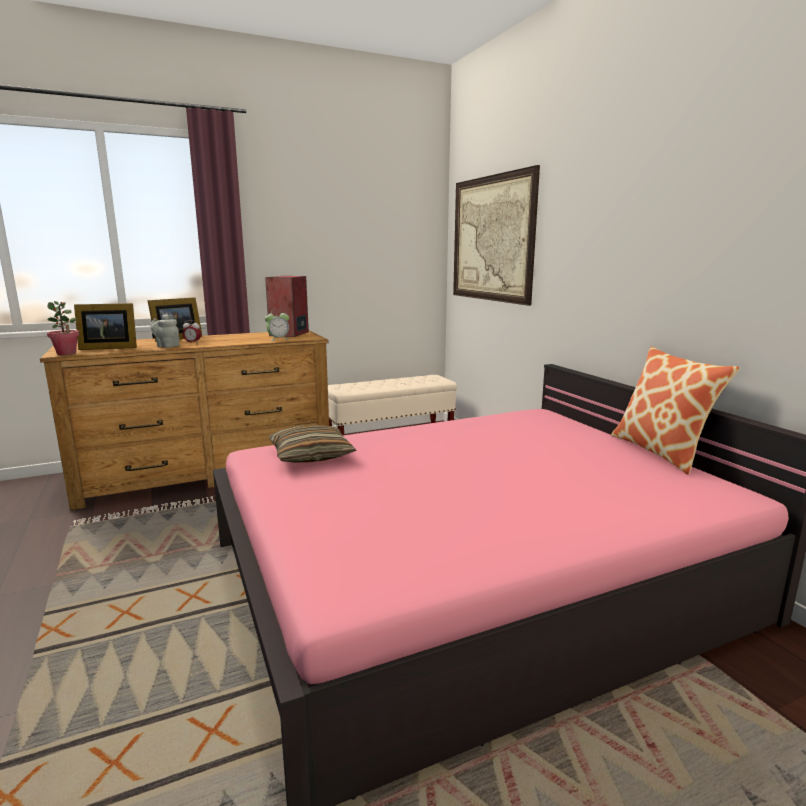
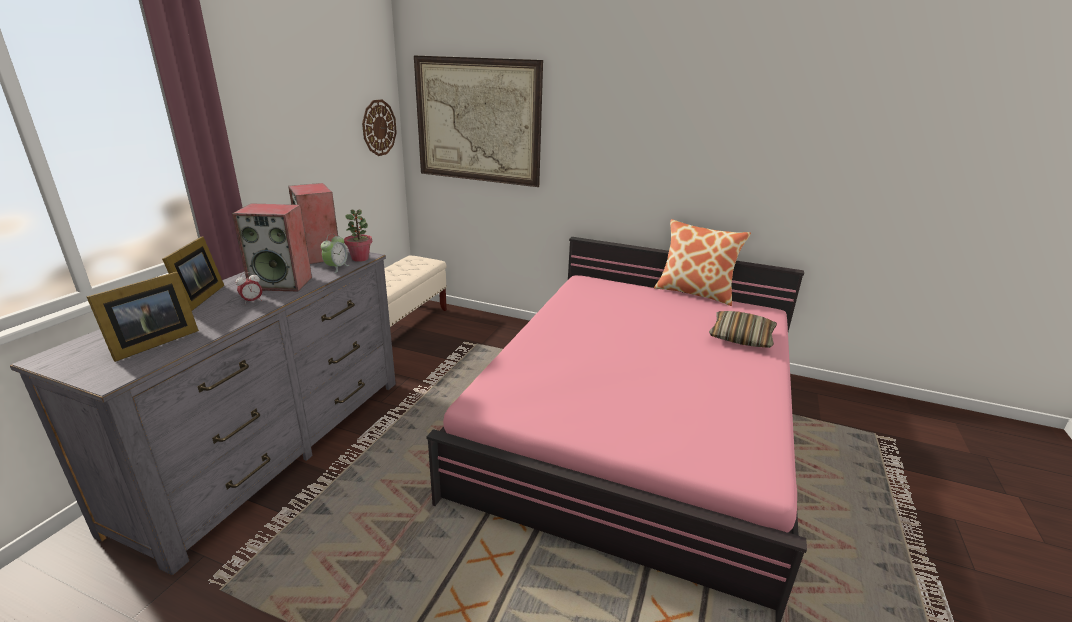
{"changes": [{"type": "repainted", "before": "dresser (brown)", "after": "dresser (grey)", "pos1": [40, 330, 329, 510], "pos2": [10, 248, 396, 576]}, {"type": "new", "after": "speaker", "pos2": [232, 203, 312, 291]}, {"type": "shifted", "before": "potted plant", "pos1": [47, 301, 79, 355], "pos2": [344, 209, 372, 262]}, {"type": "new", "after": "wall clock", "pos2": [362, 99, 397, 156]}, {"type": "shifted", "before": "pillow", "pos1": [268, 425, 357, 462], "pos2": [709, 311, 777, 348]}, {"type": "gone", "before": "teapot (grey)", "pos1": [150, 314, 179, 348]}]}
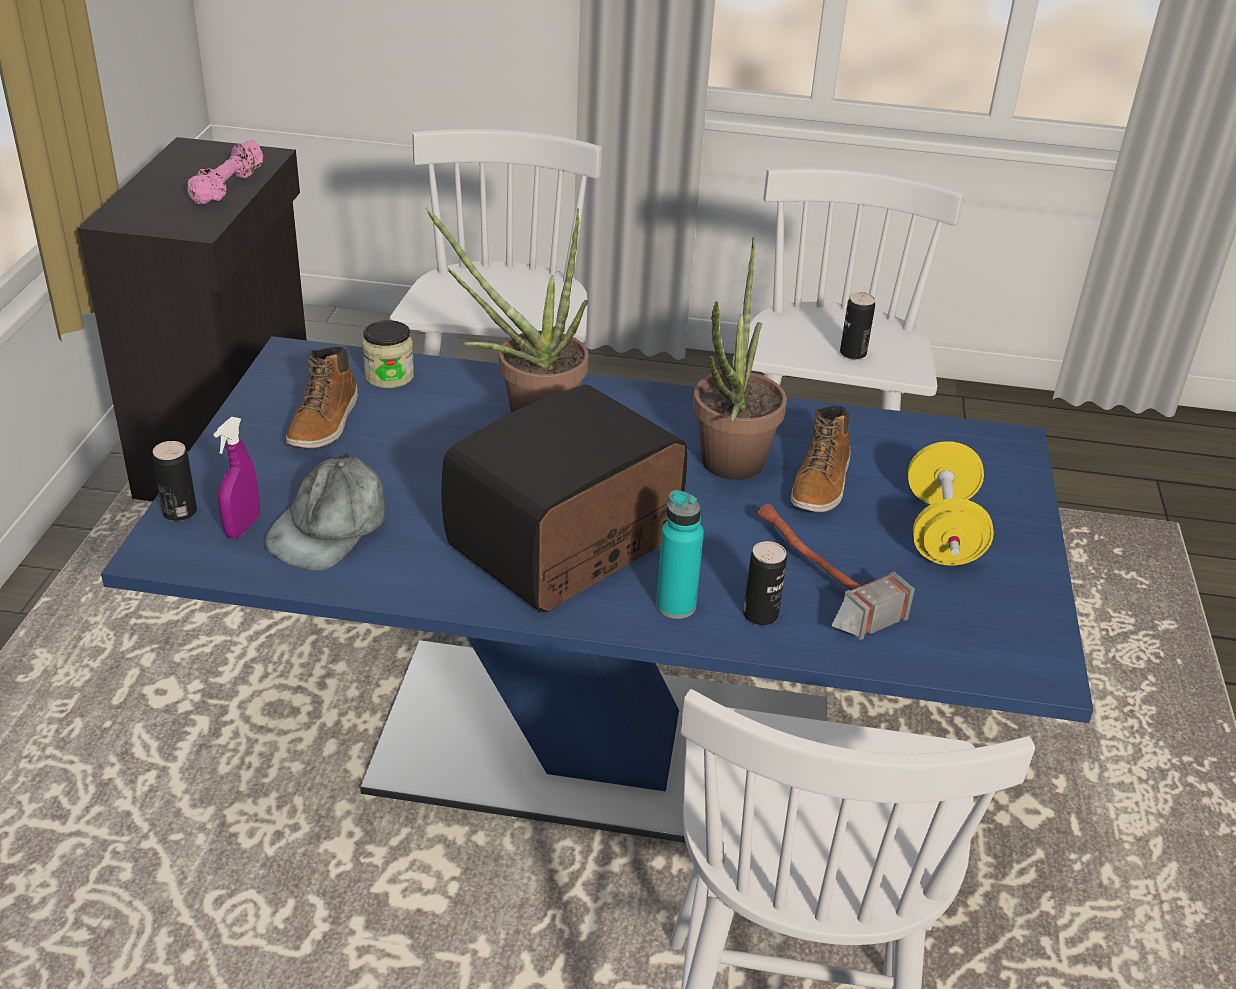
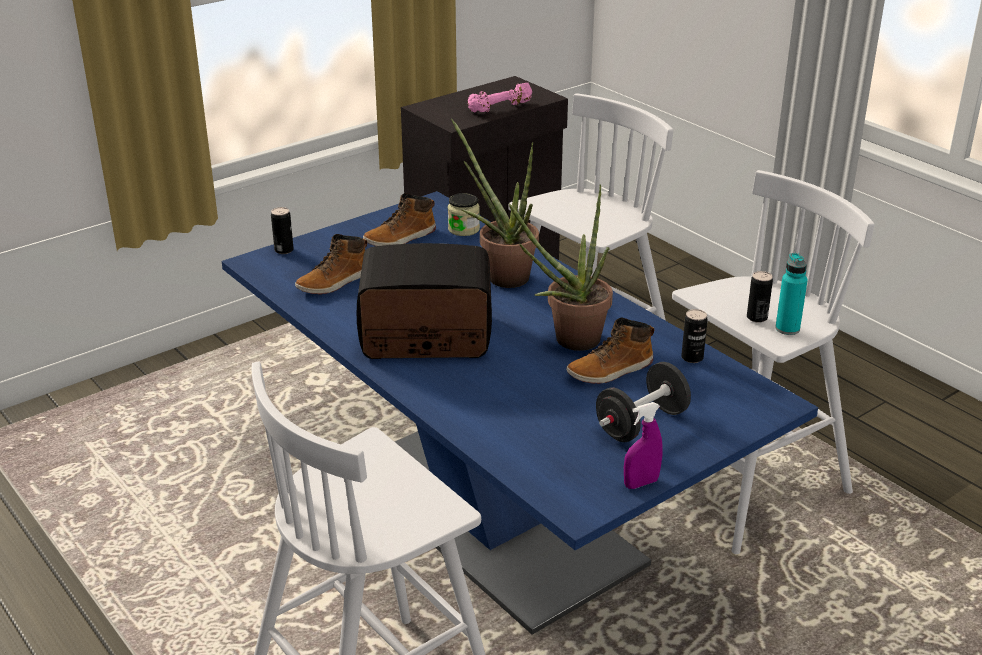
{"changes": [{"type": "swapped", "before": "cap (grey)", "after": "boot", "pos1": [264, 453, 385, 571], "pos2": [295, 234, 367, 294]}, {"type": "repainted", "before": "dumbbell (yellow)", "after": "dumbbell (black)", "pos1": [908, 441, 994, 566], "pos2": [596, 362, 691, 442]}, {"type": "shifted", "before": "spray bottle (purple)", "pos1": [214, 417, 260, 538], "pos2": [624, 402, 663, 489]}, {"type": "shifted", "before": "can", "pos1": [743, 541, 787, 625], "pos2": [681, 309, 708, 363]}, {"type": "shifted", "before": "bottle (turquoise)", "pos1": [656, 490, 704, 619], "pos2": [775, 253, 808, 335]}, {"type": "gone", "before": "hammer", "pos1": [757, 504, 915, 640]}]}
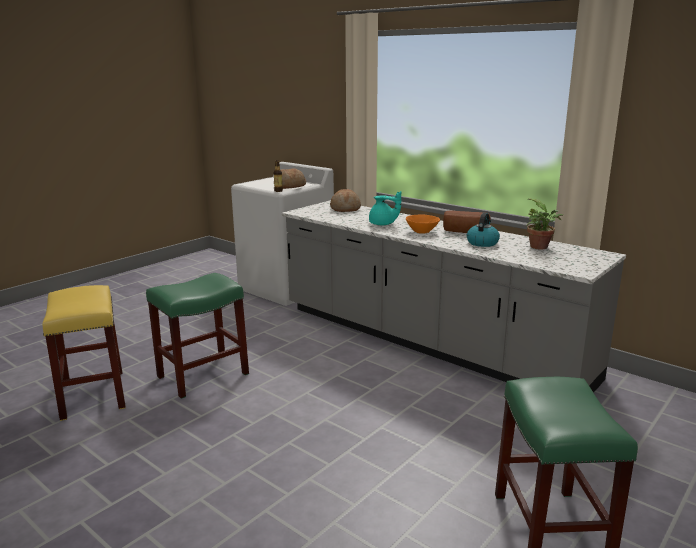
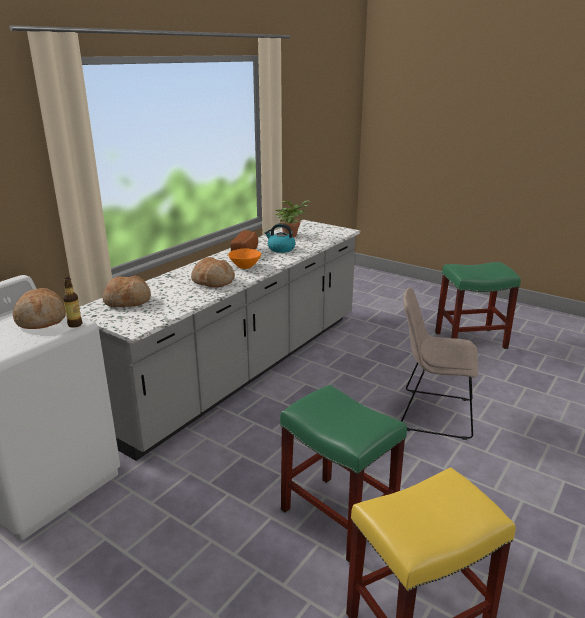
{"changes": [{"type": "swapped", "before": "teapot (turquoise)", "after": "bread", "pos1": [369, 191, 401, 225], "pos2": [191, 257, 235, 288]}, {"type": "new", "after": "chair (beige)", "pos2": [401, 287, 478, 440]}]}
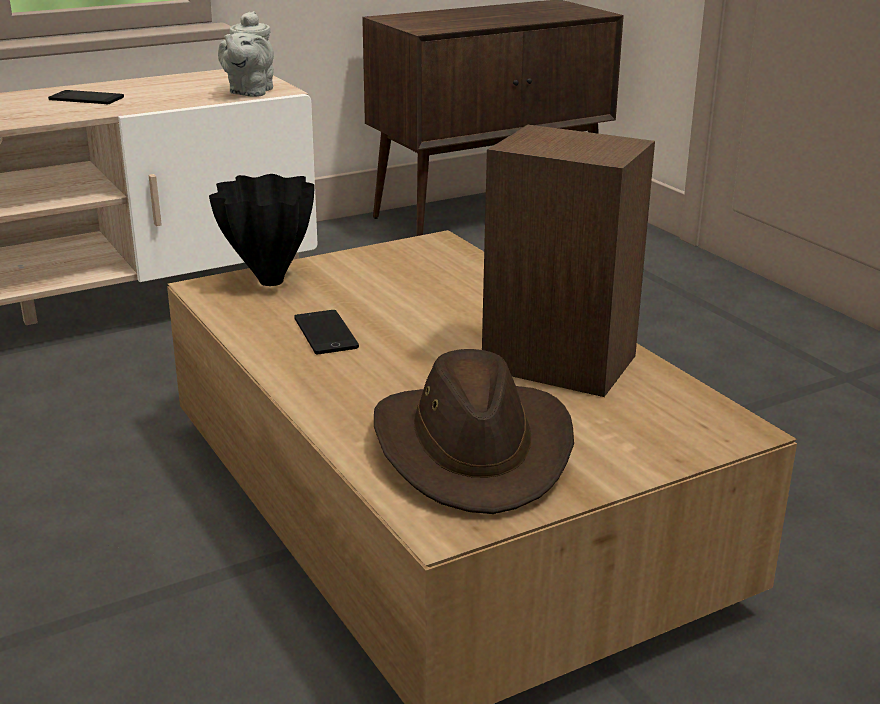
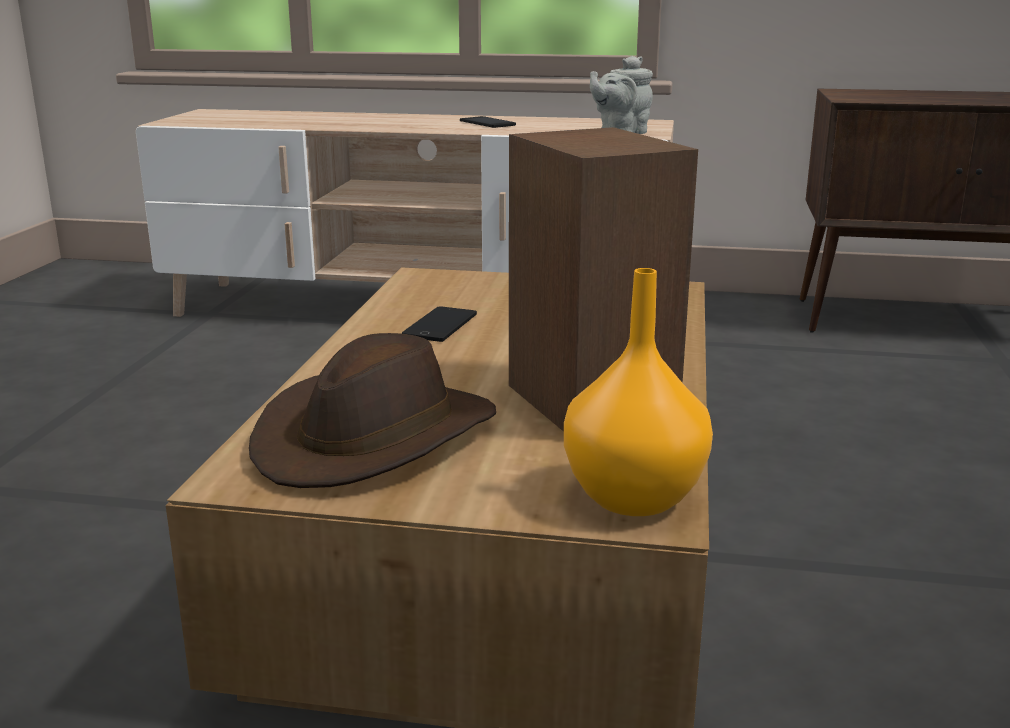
{"changes": [{"type": "new", "after": "vase (orange)", "pos2": [564, 268, 713, 516]}, {"type": "gone", "before": "vase (black)", "pos1": [209, 174, 315, 286]}]}
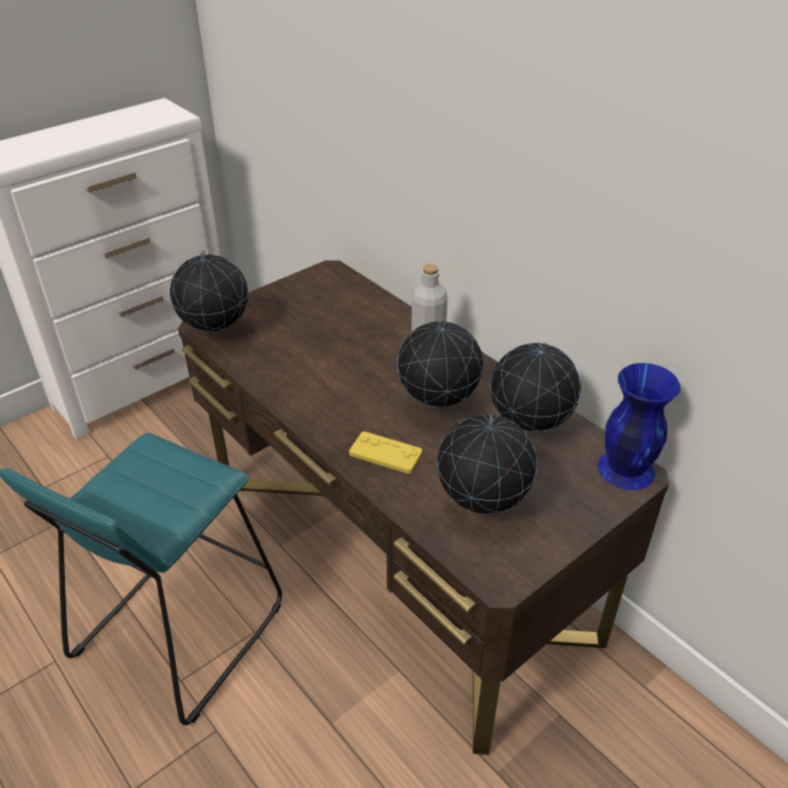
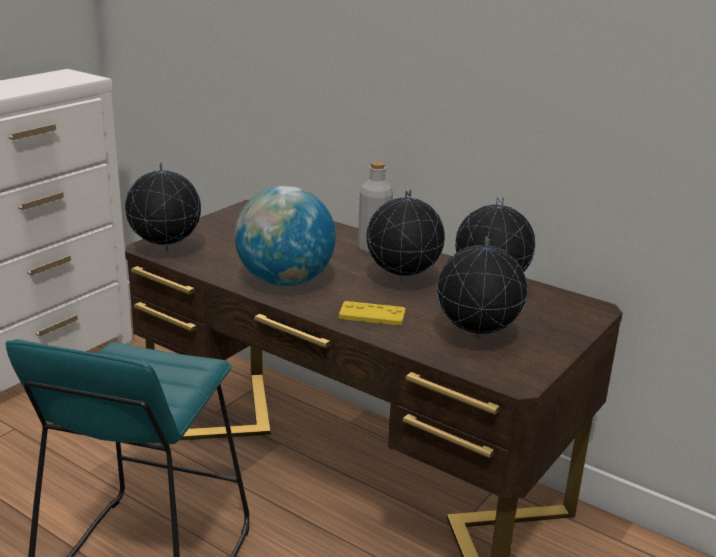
{"changes": [{"type": "new", "after": "globe", "pos2": [235, 186, 336, 287]}, {"type": "gone", "before": "vase (blue)", "pos1": [598, 363, 681, 490]}]}
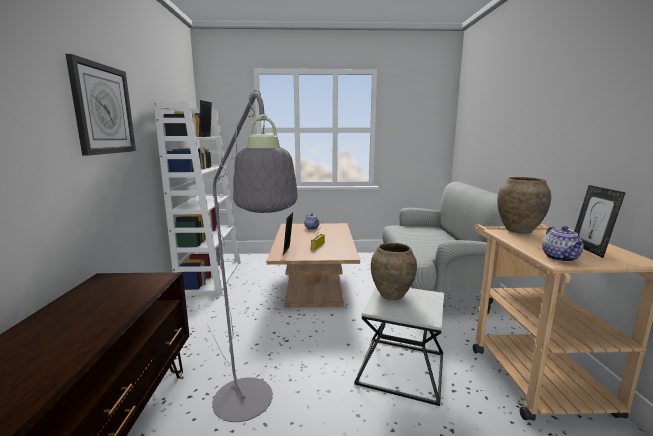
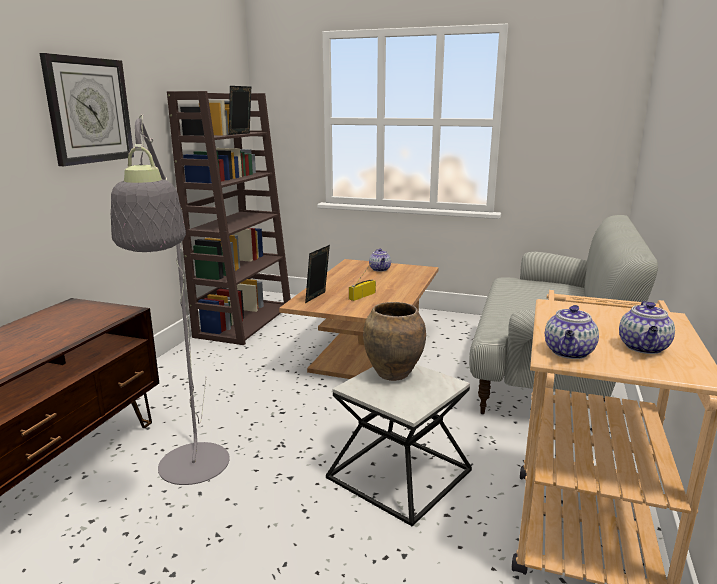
{"changes": [{"type": "repainted", "before": "bookcase (white)", "after": "bookcase (brown)", "pos1": [153, 101, 241, 295], "pos2": [167, 91, 291, 345]}, {"type": "swapped", "before": "picture frame", "after": "teapot", "pos1": [574, 185, 626, 258], "pos2": [619, 301, 675, 354]}, {"type": "gone", "before": "vase (brown)", "pos1": [497, 177, 551, 234]}]}
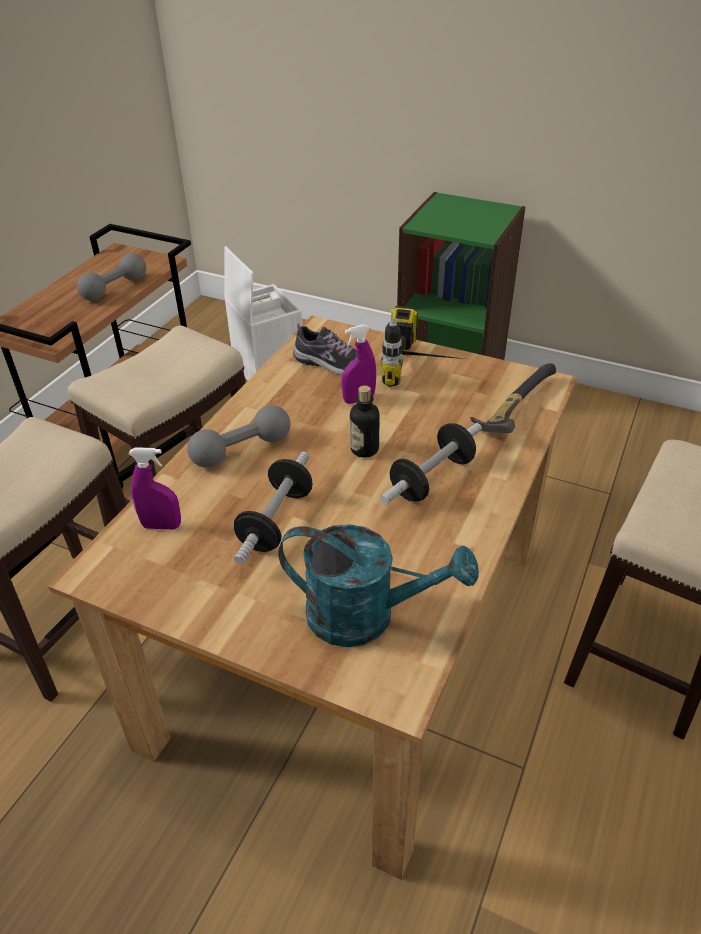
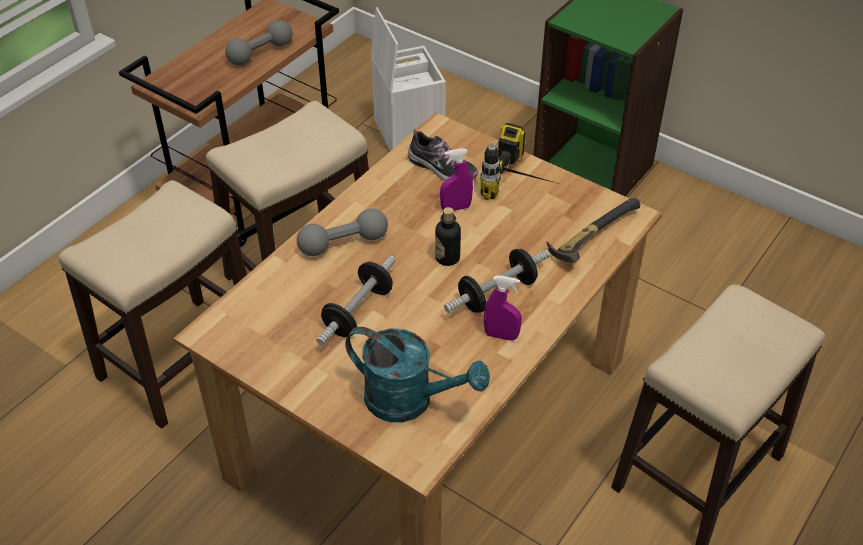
{"changes": [{"type": "shifted", "before": "spray bottle (purple)", "pos1": [128, 447, 181, 530], "pos2": [484, 275, 522, 341]}]}
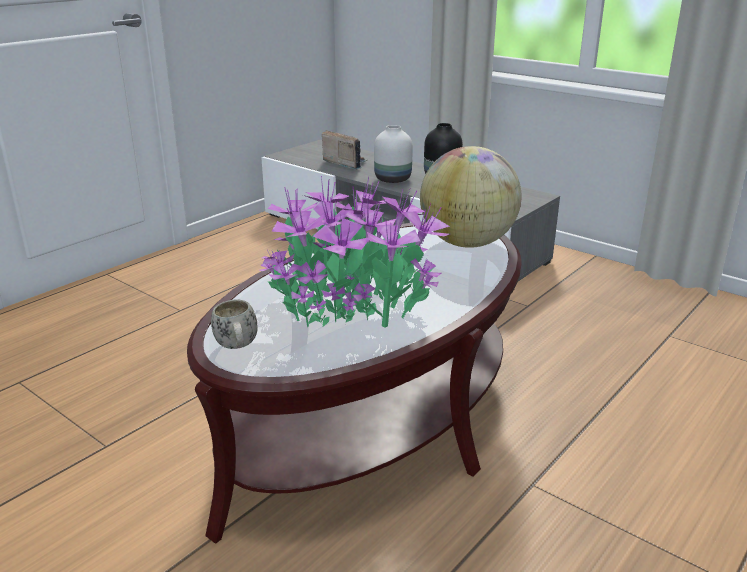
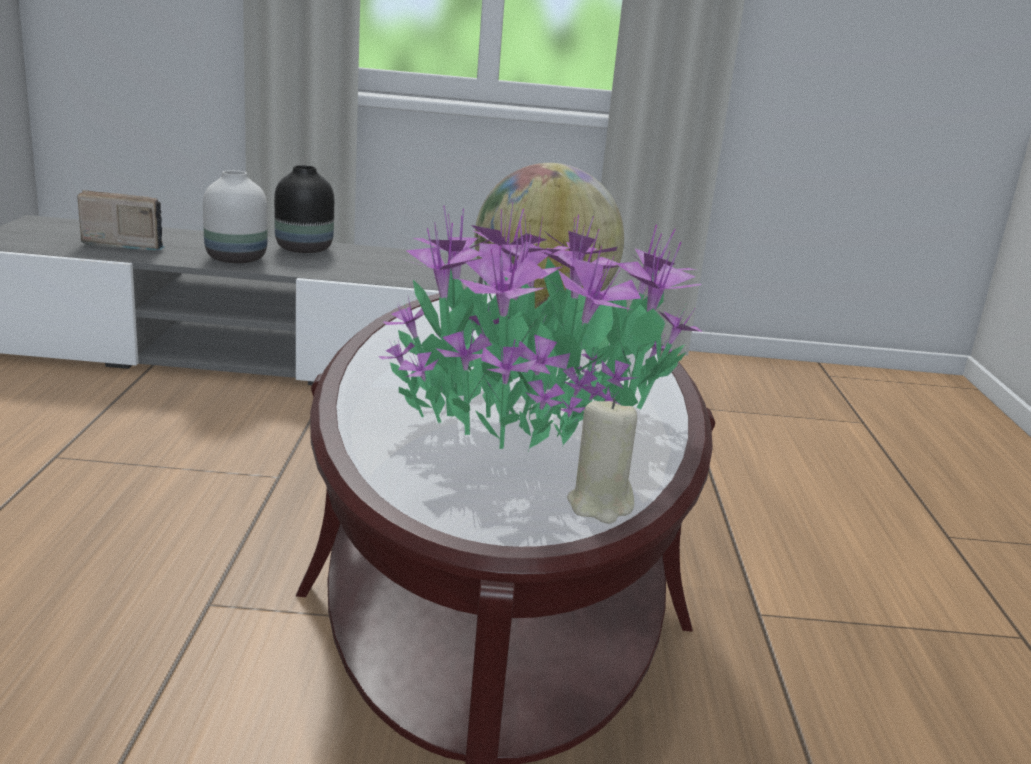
{"changes": [{"type": "new", "after": "candle (beige)", "pos2": [567, 398, 637, 524]}, {"type": "gone", "before": "mug (white)", "pos1": [211, 300, 258, 349]}]}
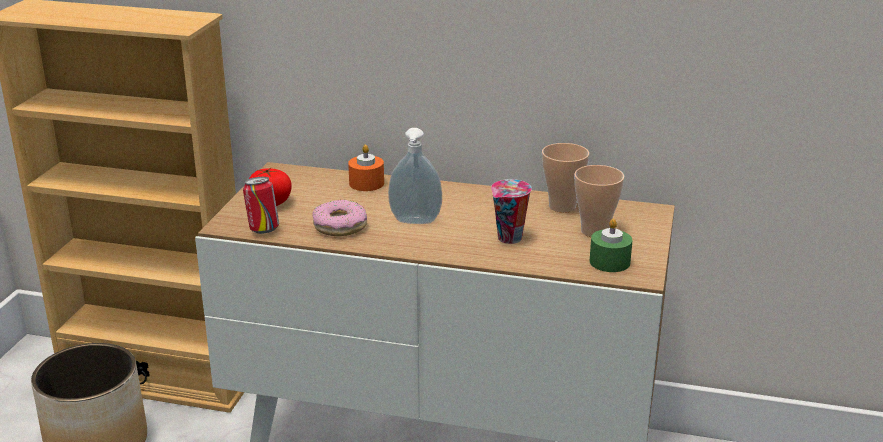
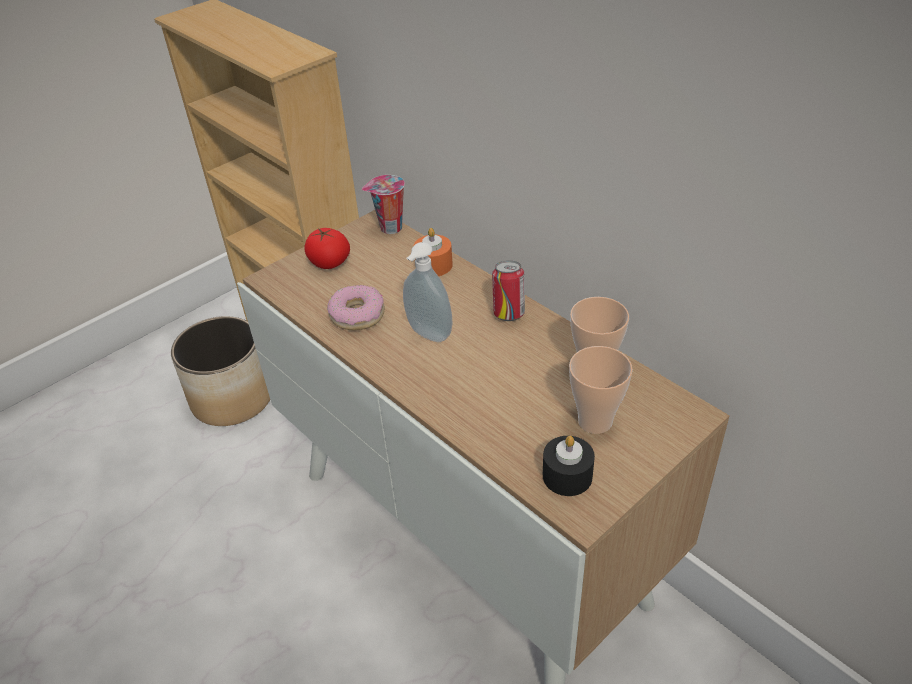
{"changes": [{"type": "shifted", "before": "cup", "pos1": [491, 179, 532, 244], "pos2": [362, 175, 405, 234]}, {"type": "shifted", "before": "can", "pos1": [243, 177, 279, 234], "pos2": [492, 260, 525, 321]}, {"type": "repainted", "before": "candle (green)", "after": "candle (black)", "pos1": [590, 219, 633, 272], "pos2": [543, 436, 595, 496]}]}
